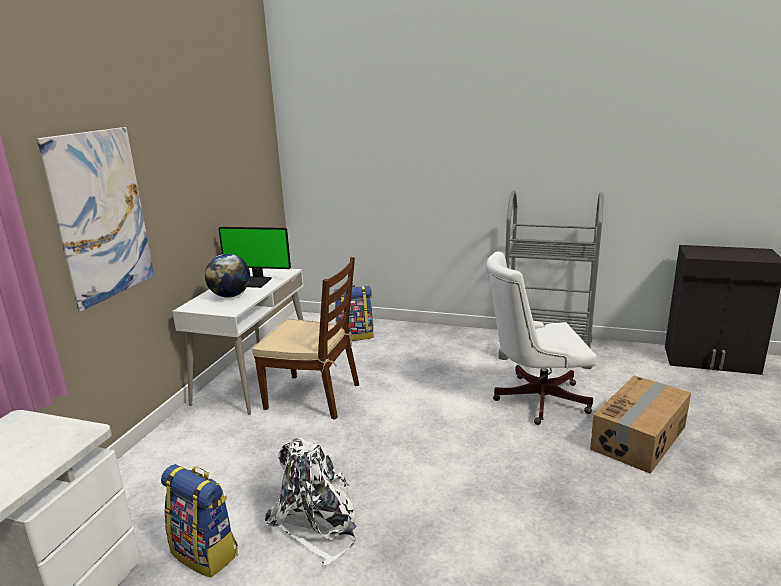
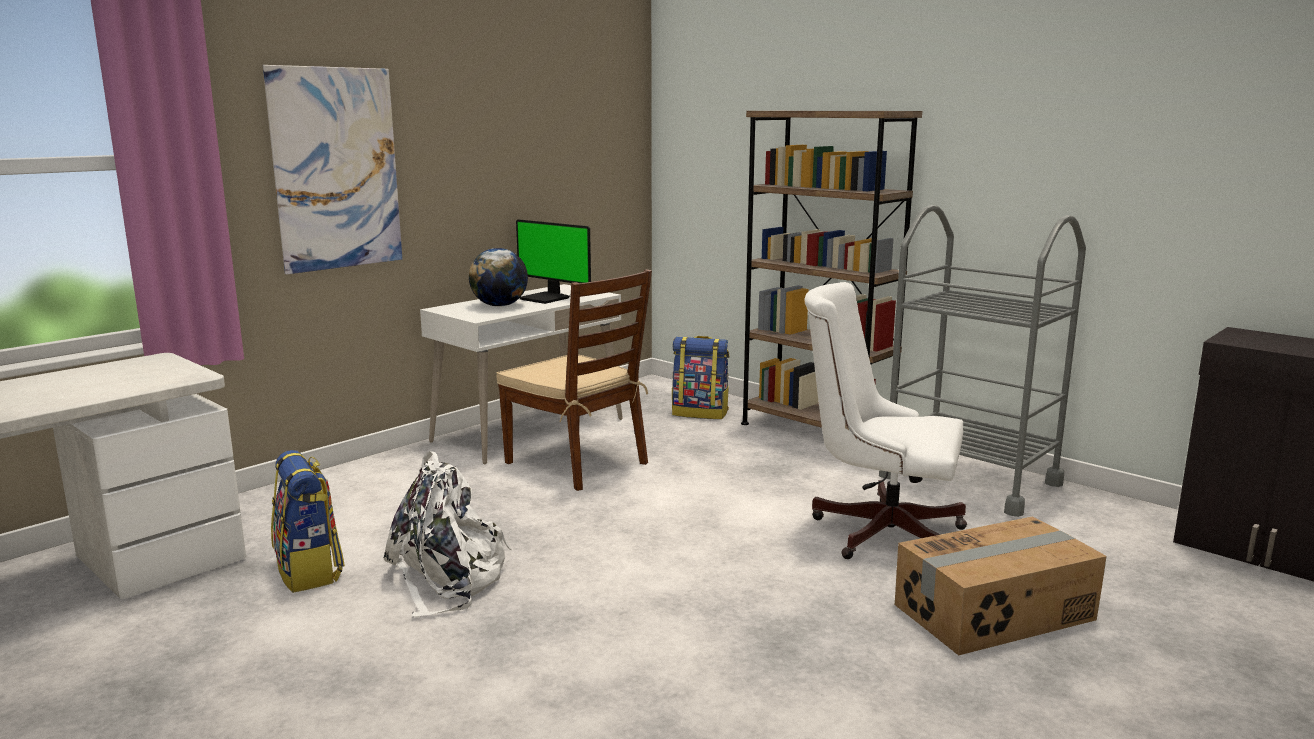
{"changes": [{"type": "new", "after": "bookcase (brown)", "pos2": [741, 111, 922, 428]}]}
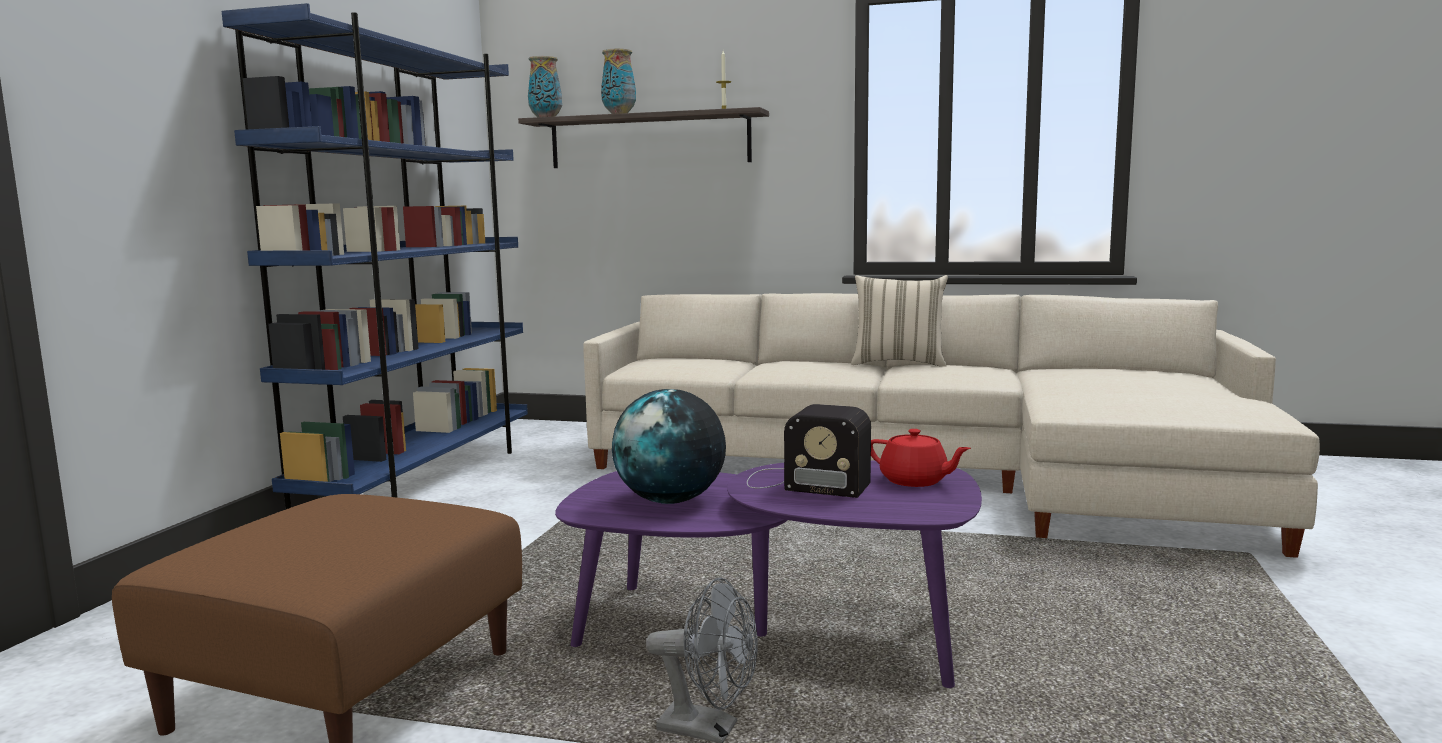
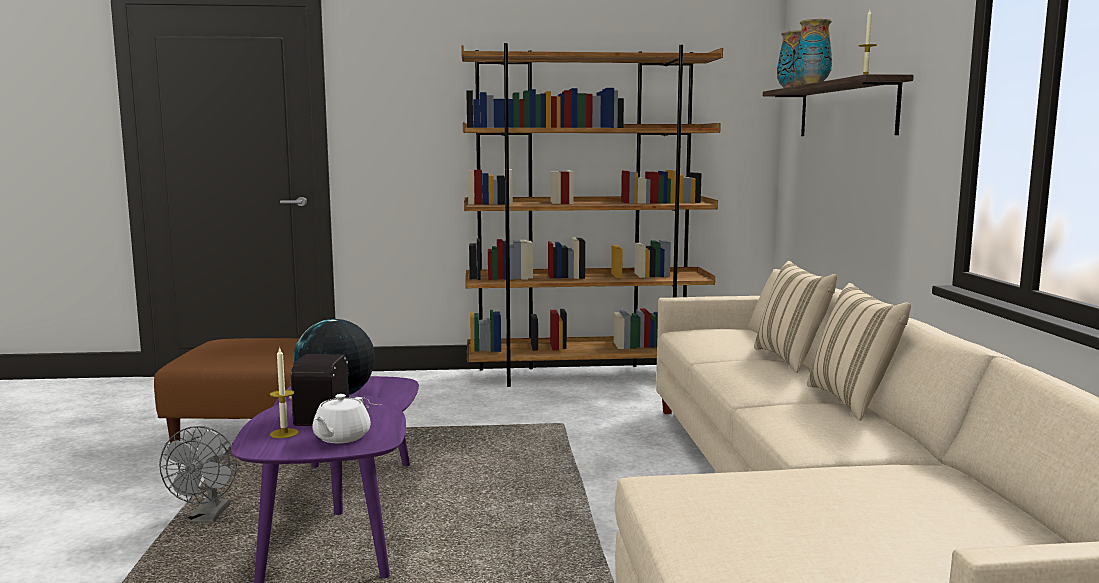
{"changes": [{"type": "new", "after": "candle", "pos2": [270, 347, 299, 438]}, {"type": "repainted", "before": "teapot (red)", "after": "teapot (white)", "pos1": [871, 429, 971, 487], "pos2": [312, 394, 371, 443]}, {"type": "repainted", "before": "bookcase (blue)", "after": "bookcase (brown)", "pos1": [222, 3, 528, 510], "pos2": [461, 43, 723, 387]}, {"type": "new", "after": "pillow (beige)", "pos2": [754, 261, 837, 373]}]}
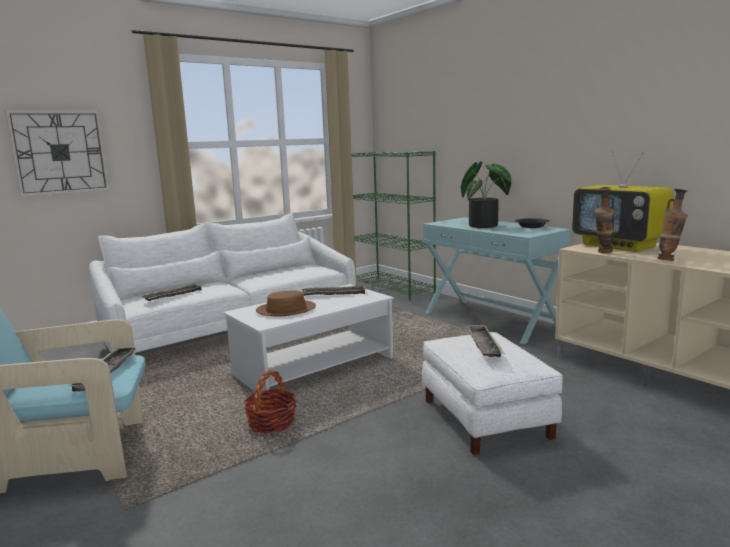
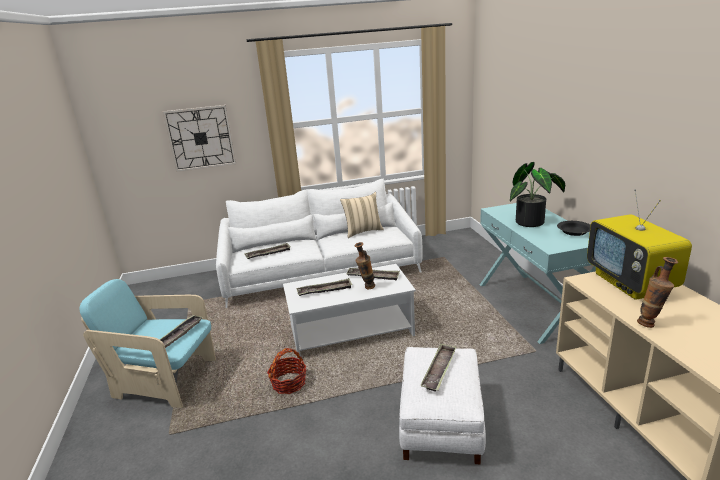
{"changes": [{"type": "swapped", "before": "hat (brown)", "after": "tray", "pos1": [256, 290, 316, 316], "pos2": [296, 279, 352, 296]}, {"type": "new", "after": "pillow (beige)", "pos2": [340, 192, 384, 238]}, {"type": "shifted", "before": "vase", "pos1": [594, 187, 616, 254], "pos2": [355, 242, 375, 289]}, {"type": "gone", "before": "bookcase (green)", "pos1": [351, 151, 436, 301]}]}
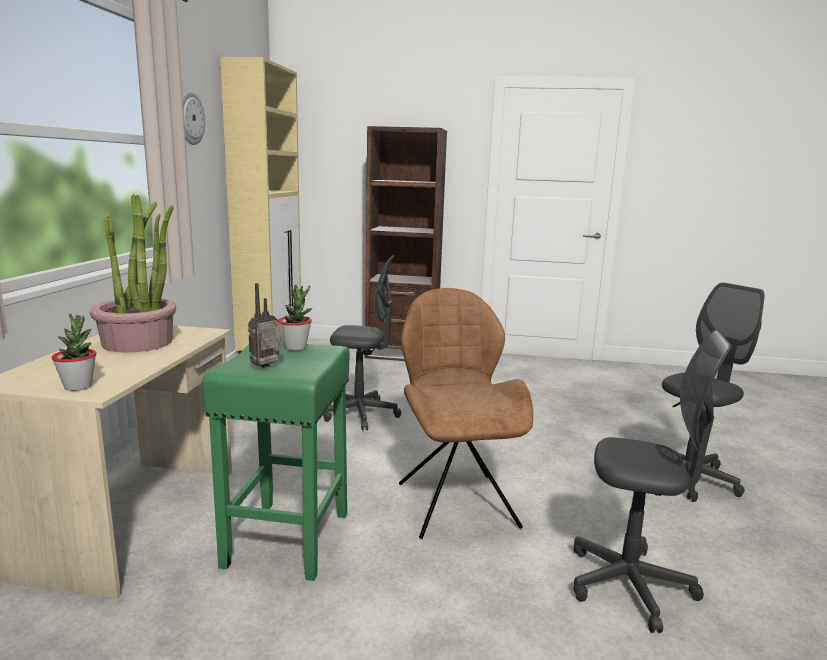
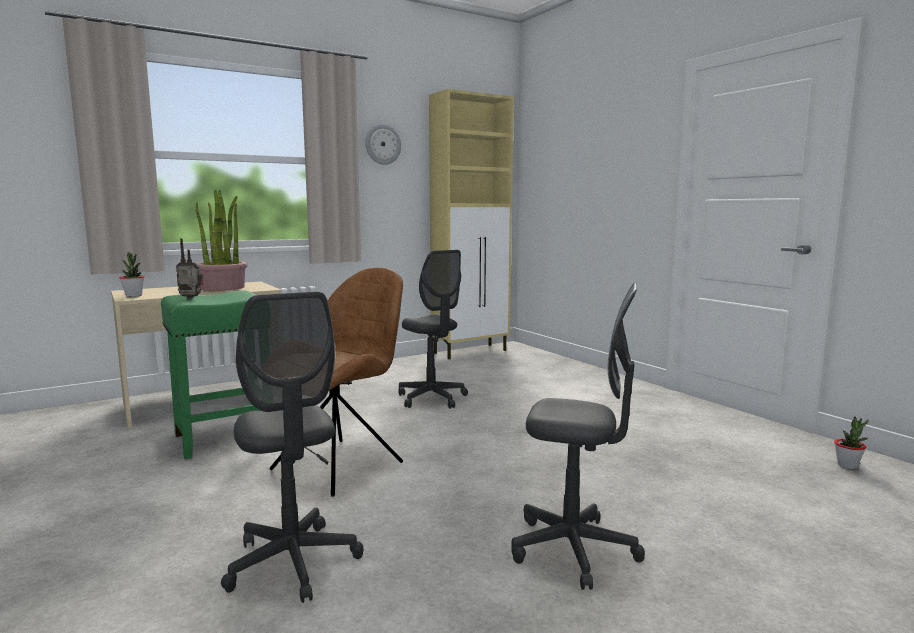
{"changes": [{"type": "shifted", "before": "potted plant", "pos1": [278, 285, 312, 350], "pos2": [834, 416, 868, 469]}, {"type": "gone", "before": "bookcase (brown)", "pos1": [365, 126, 447, 361]}]}
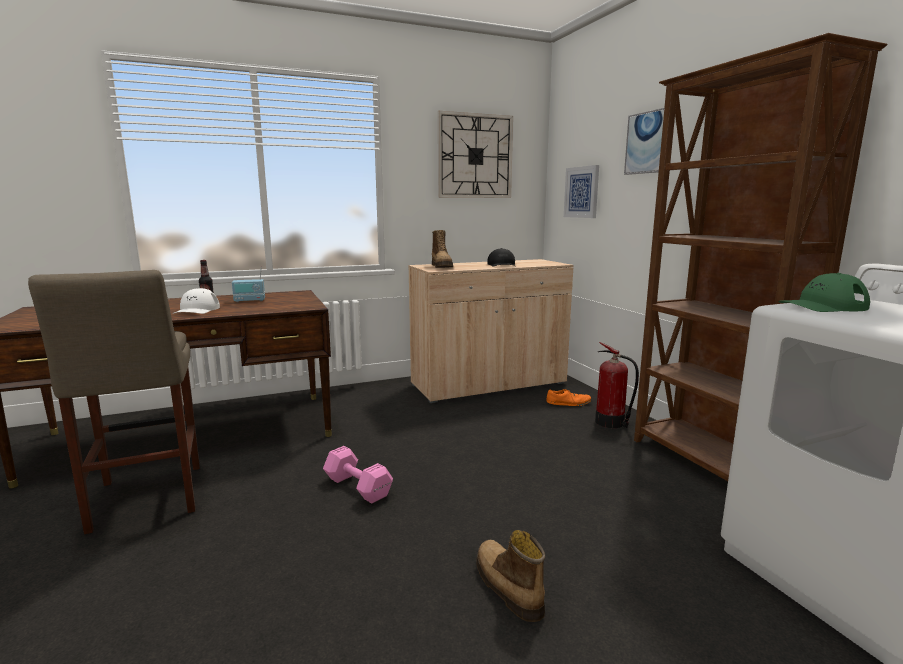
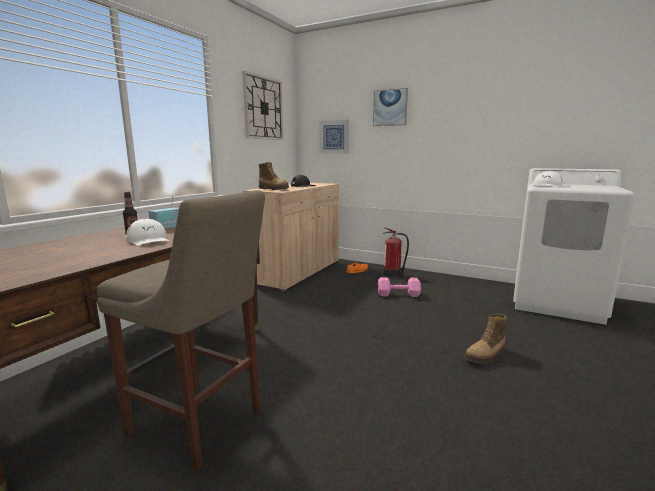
{"changes": [{"type": "shifted", "before": "dumbbell (pink)", "pos1": [323, 446, 393, 504], "pos2": [378, 277, 421, 297]}, {"type": "rotated", "before": "boot", "pos1": [476, 530, 545, 622], "pos2": [464, 313, 507, 364], "turn": -60}, {"type": "repainted", "before": "cap (green)", "after": "cap (white)", "pos1": [778, 273, 870, 312], "pos2": [533, 171, 563, 187]}, {"type": "gone", "before": "bookcase (brown)", "pos1": [634, 33, 887, 481]}]}
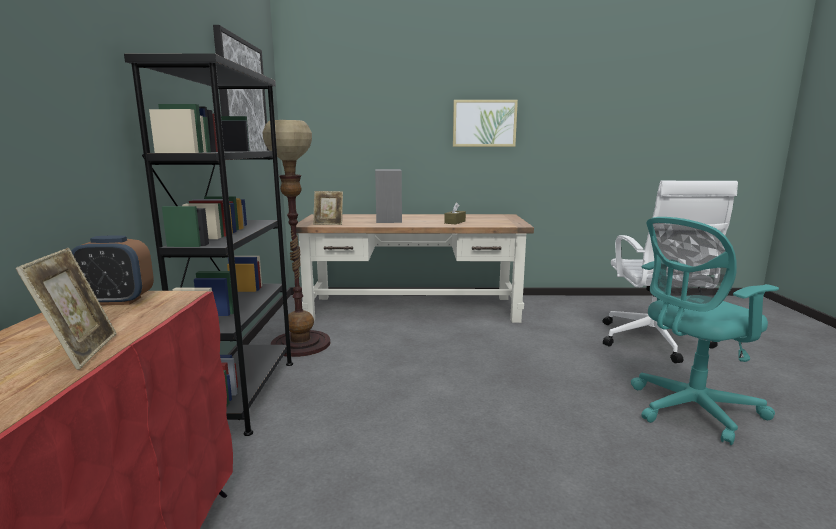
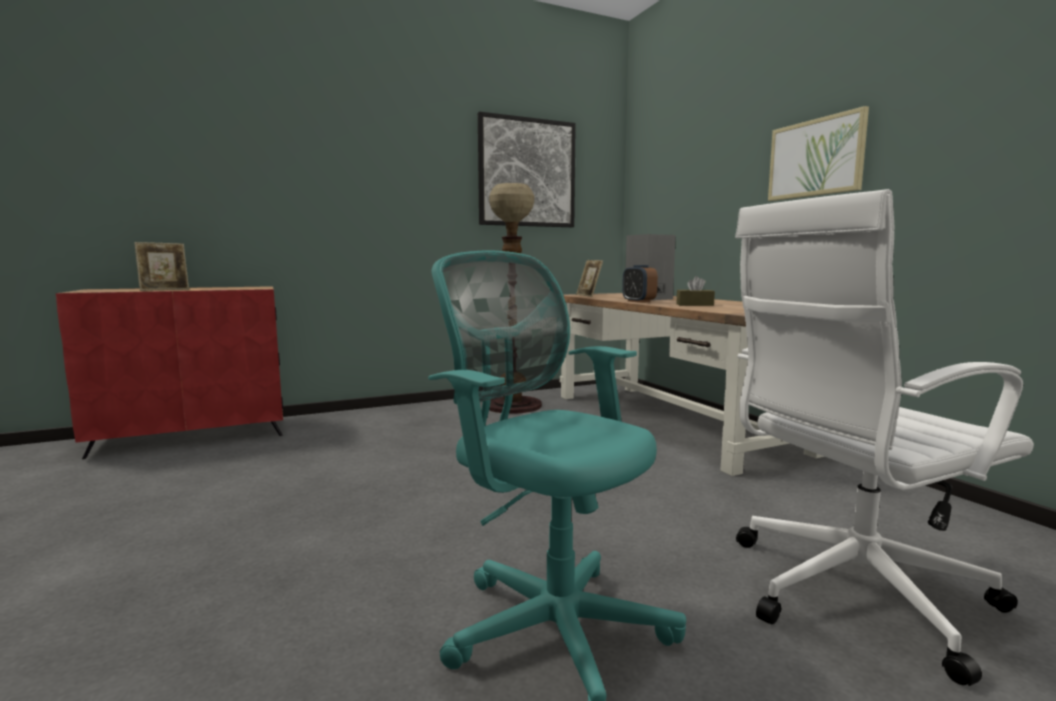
{"changes": [{"type": "shifted", "before": "alarm clock", "pos1": [72, 236, 154, 305], "pos2": [622, 265, 658, 303]}, {"type": "gone", "before": "bookcase (black)", "pos1": [124, 54, 293, 436]}]}
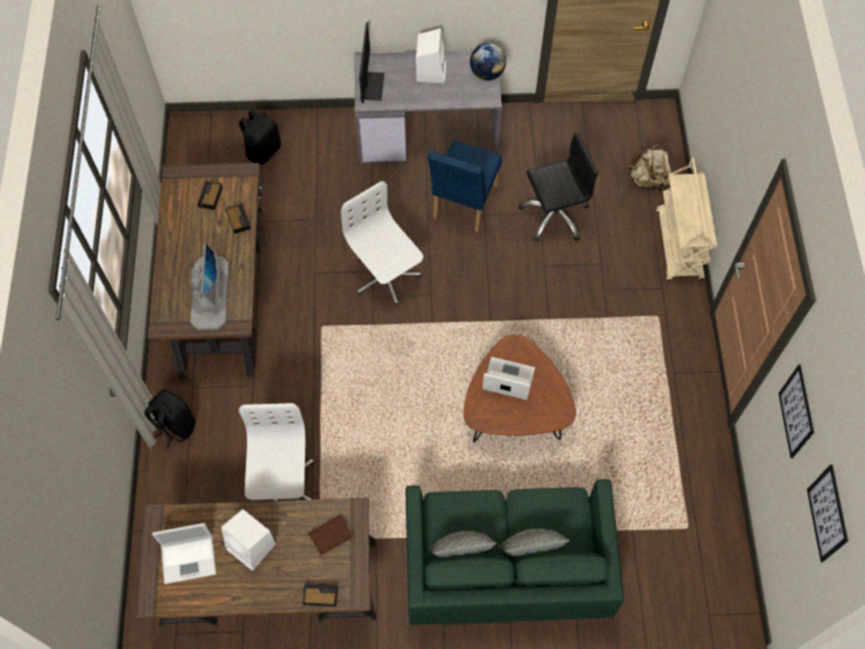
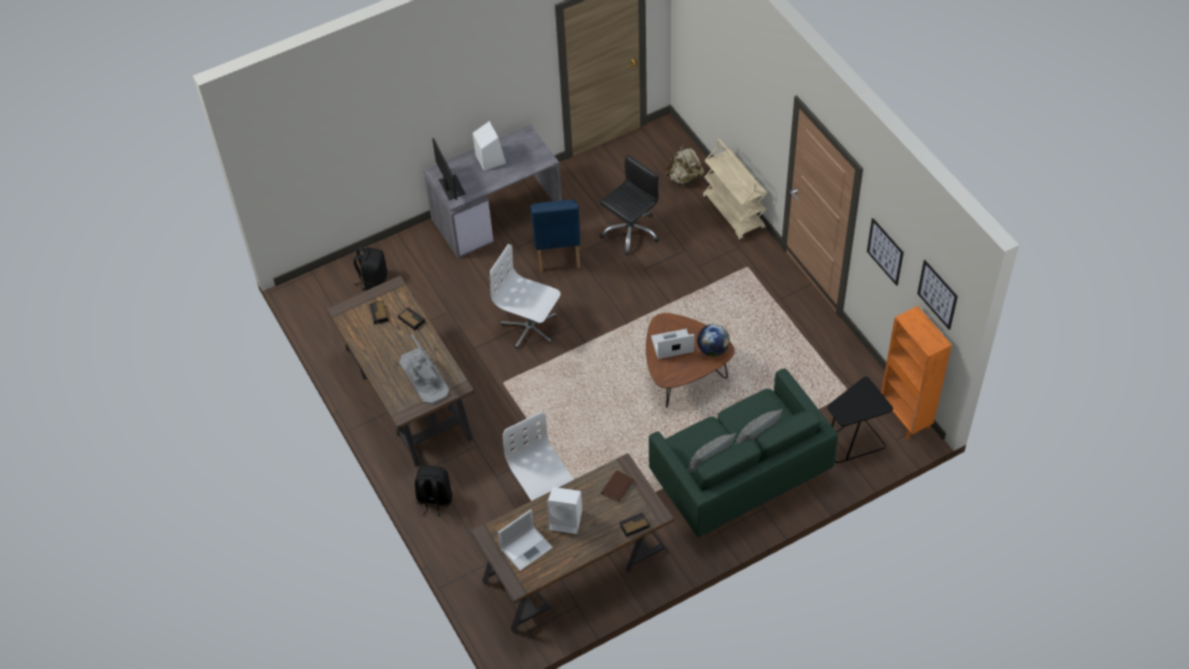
{"changes": [{"type": "shifted", "before": "globe", "pos1": [470, 43, 506, 80], "pos2": [697, 324, 730, 357]}, {"type": "new", "after": "side table (black)", "pos2": [827, 377, 893, 463]}, {"type": "new", "after": "bookcase (orange)", "pos2": [881, 306, 952, 440]}]}
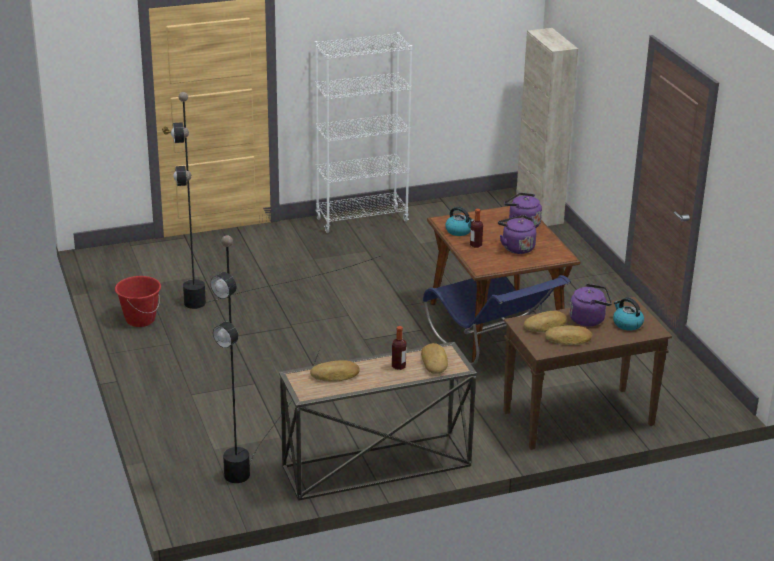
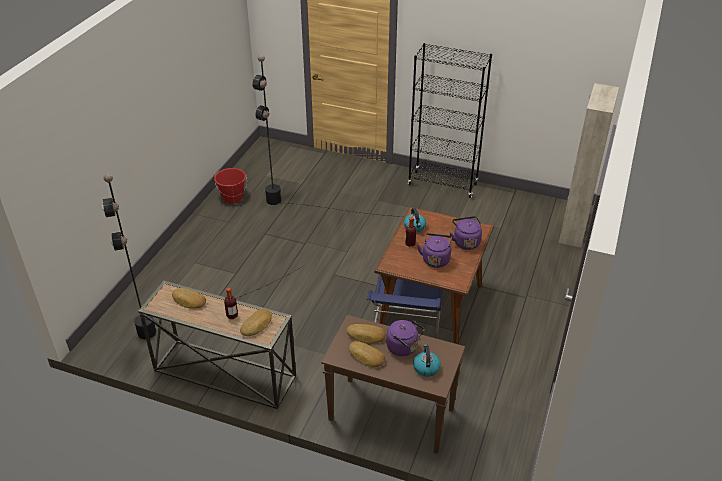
{"changes": [{"type": "repainted", "before": "bookcase (white)", "after": "bookcase (black)", "pos1": [315, 32, 412, 233], "pos2": [408, 43, 492, 198]}]}
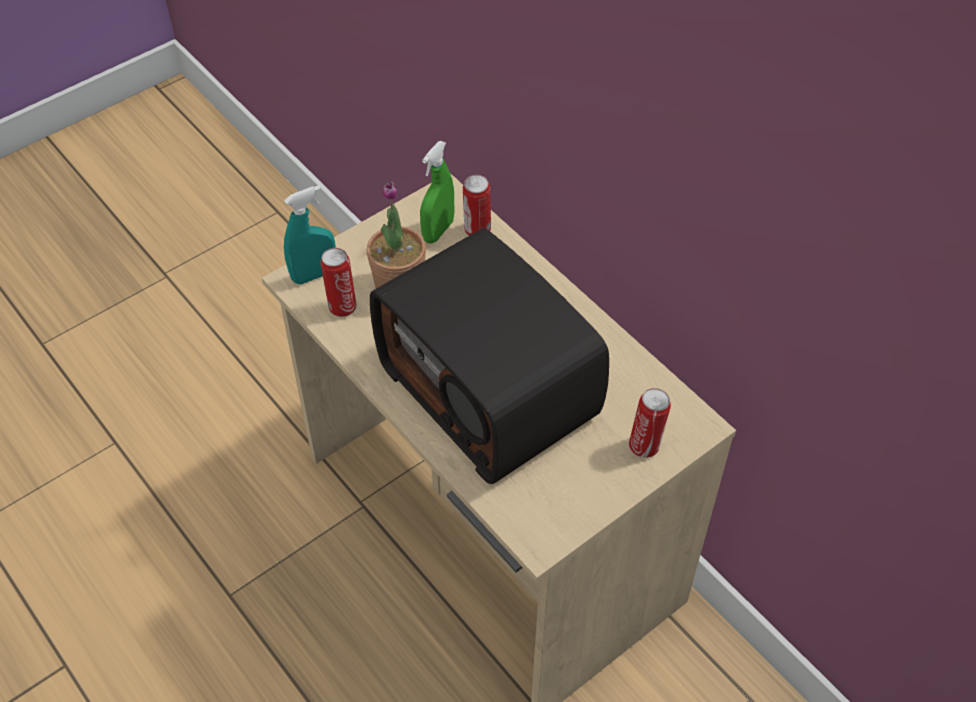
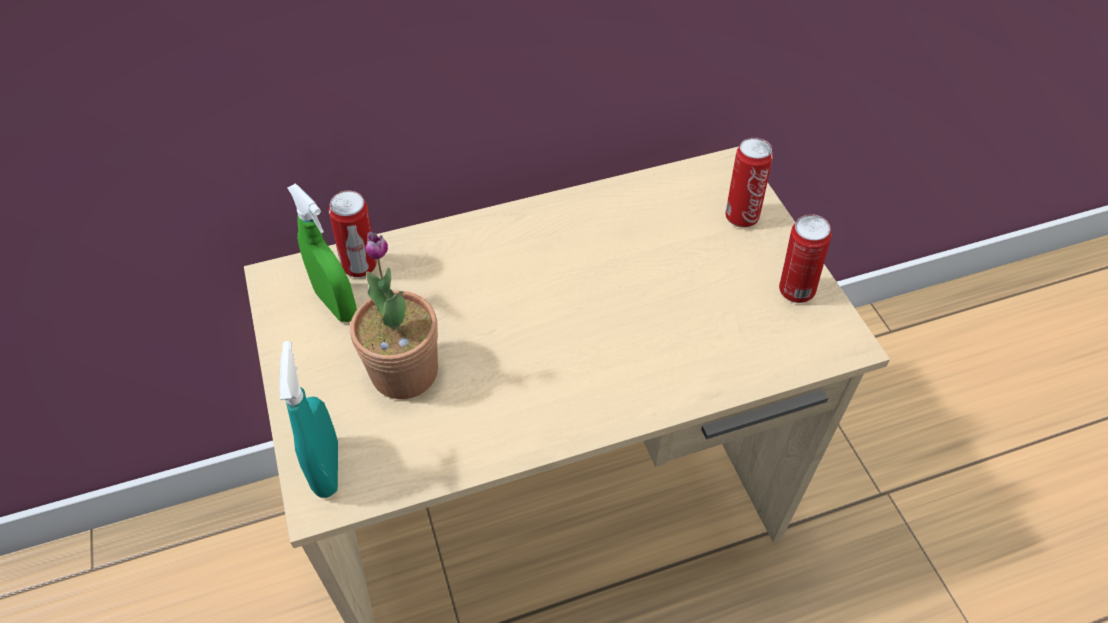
{"changes": [{"type": "shifted", "before": "can", "pos1": [320, 248, 357, 317], "pos2": [779, 214, 831, 303]}, {"type": "gone", "before": "radio", "pos1": [370, 228, 609, 484]}]}
